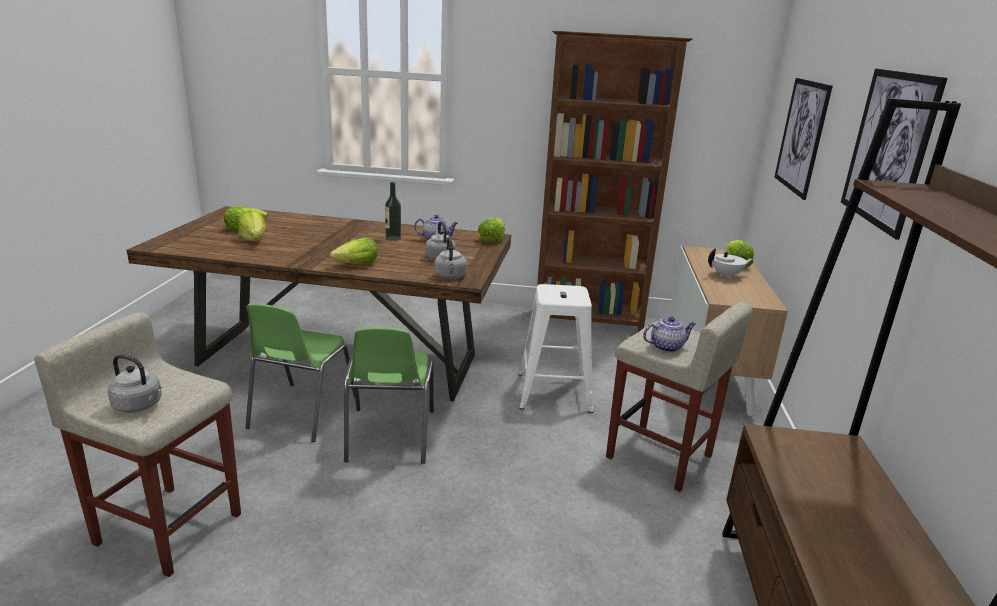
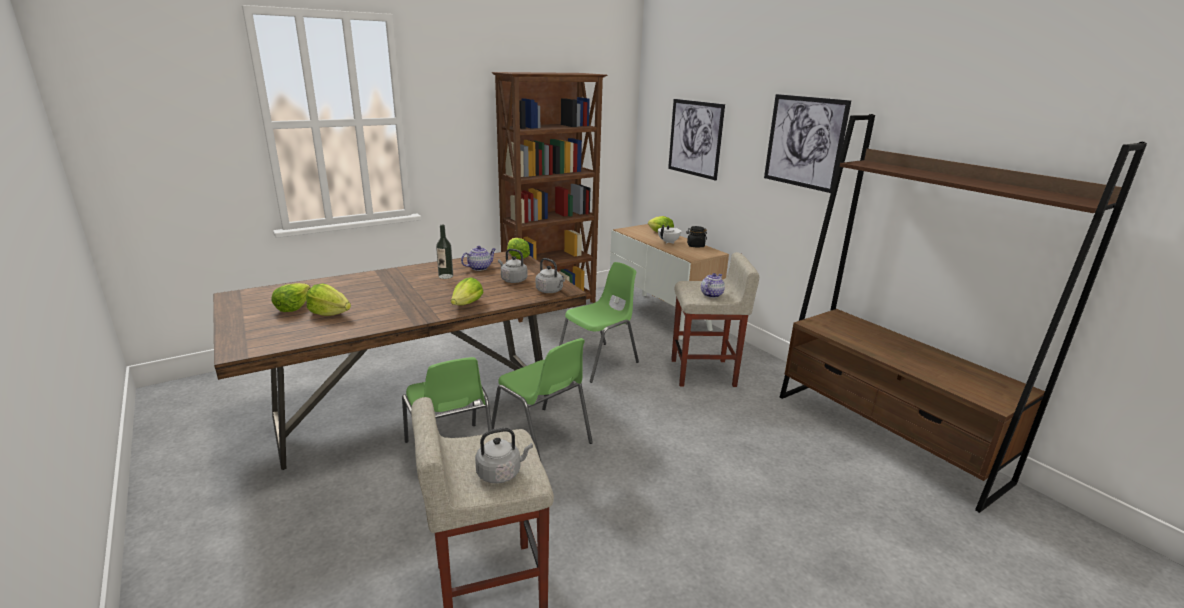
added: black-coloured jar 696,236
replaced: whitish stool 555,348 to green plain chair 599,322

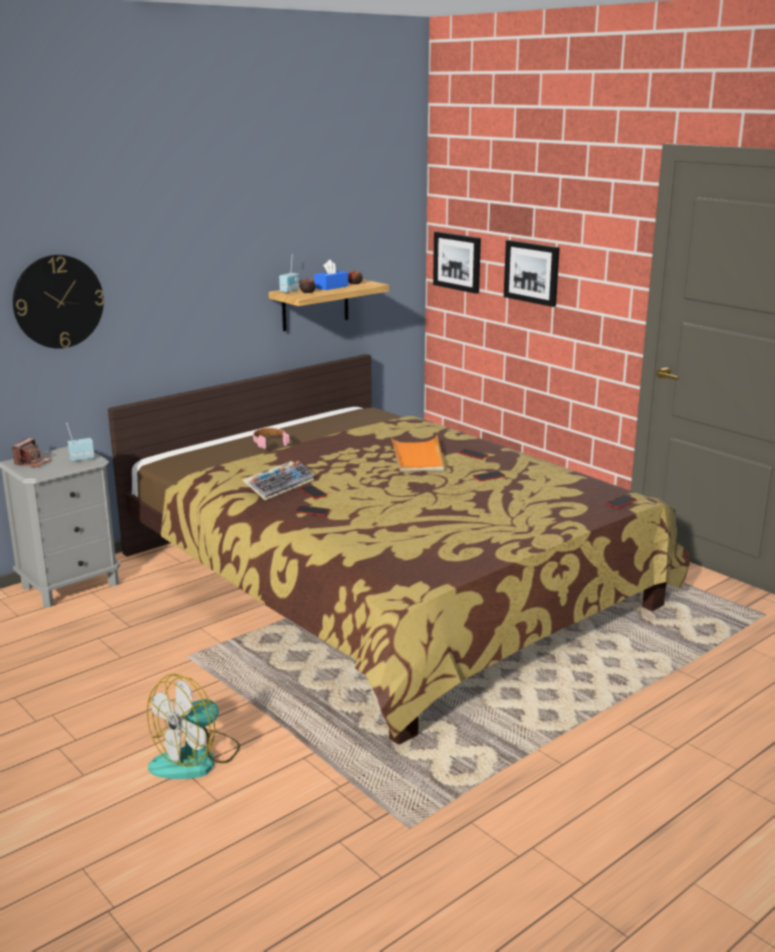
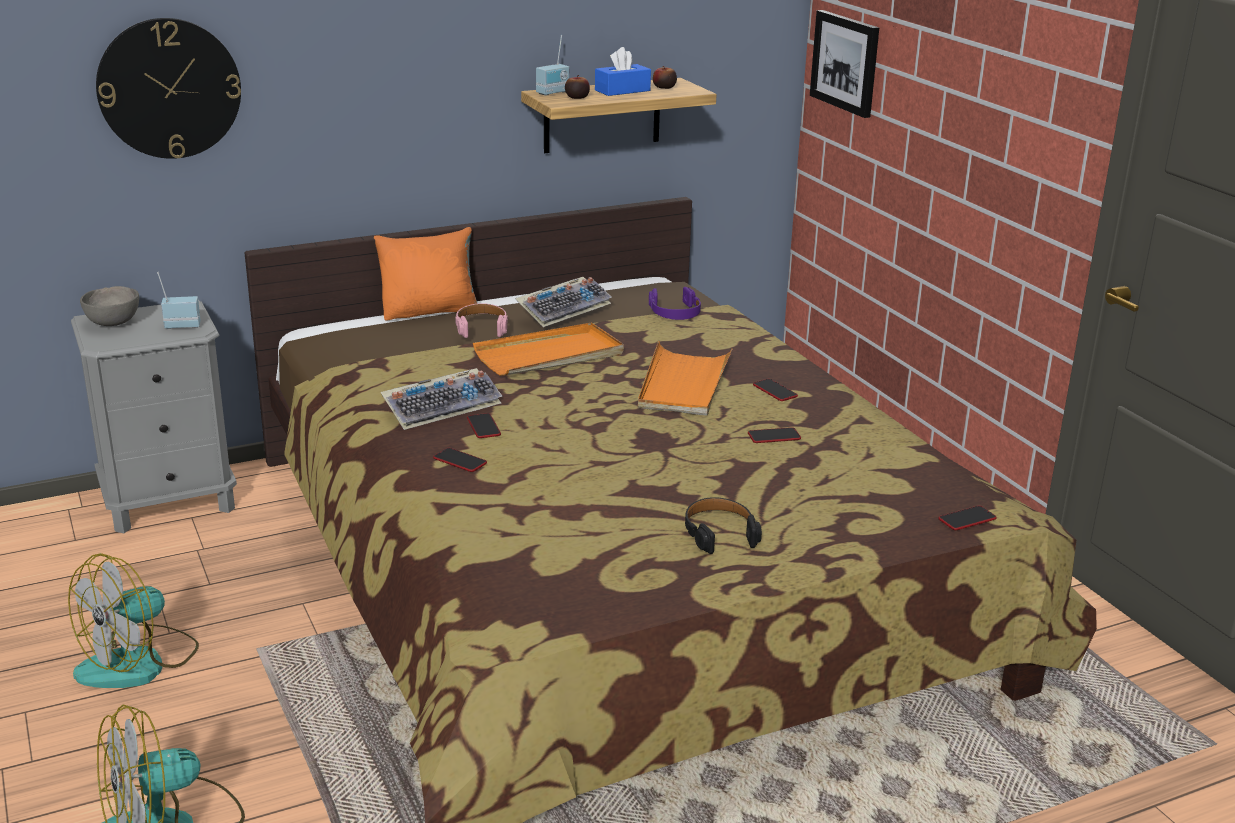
removed: wall picture 532,273
added: cooling fan 133,620; orangey cushion 426,274; orangey serving tray 548,349; keyboard 563,302; purple-coloured headphones 675,303; black-coloured headphones 723,525
replaced: photo camera 32,452 to grey bowl 109,306

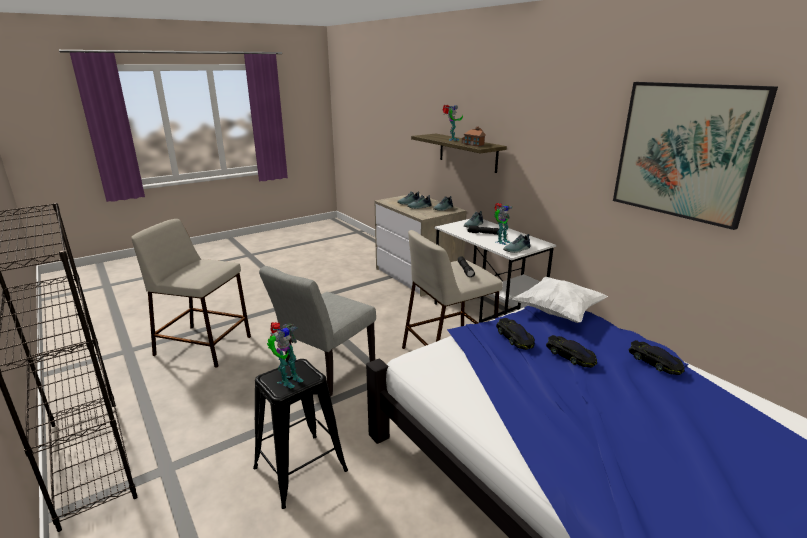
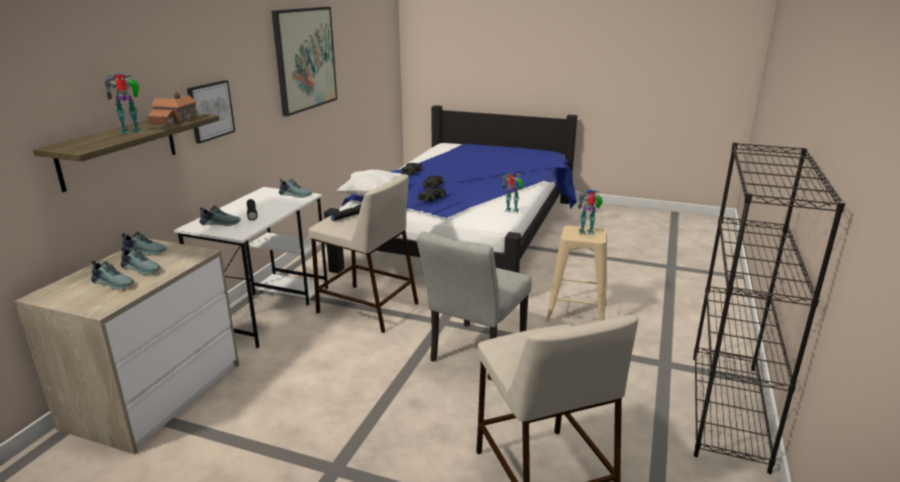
added: wall picture 211,111
moved: model robot 503,224 to 512,192
recoloured: black-coloured stool 300,434 to beige-coloured stool 576,273
turned: grey plain chair 317,331 = 474,306 120 degrees clockwise

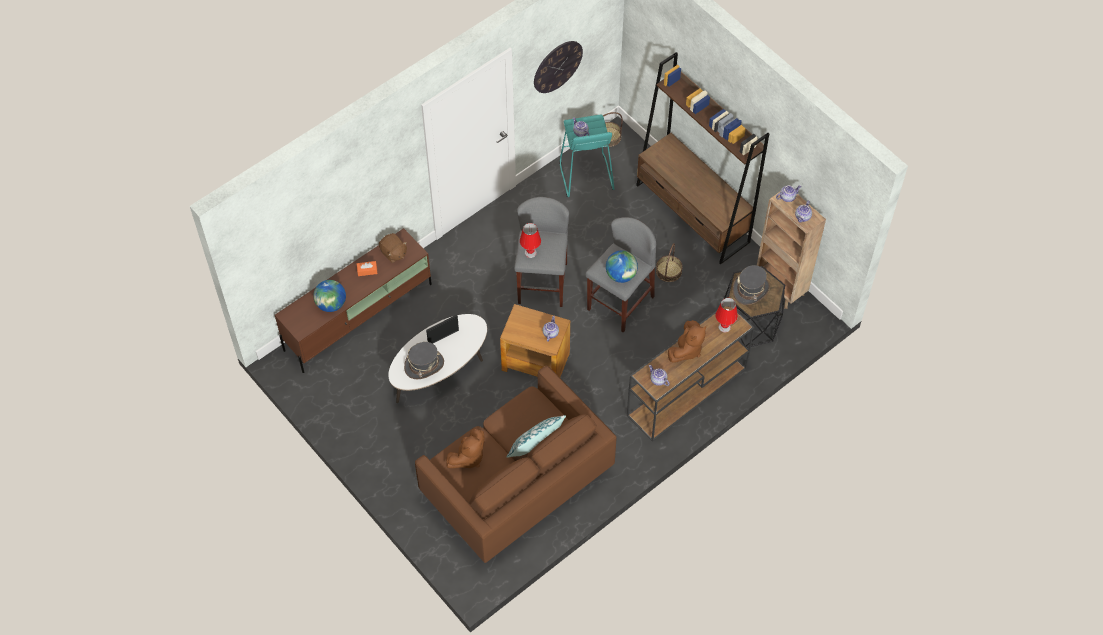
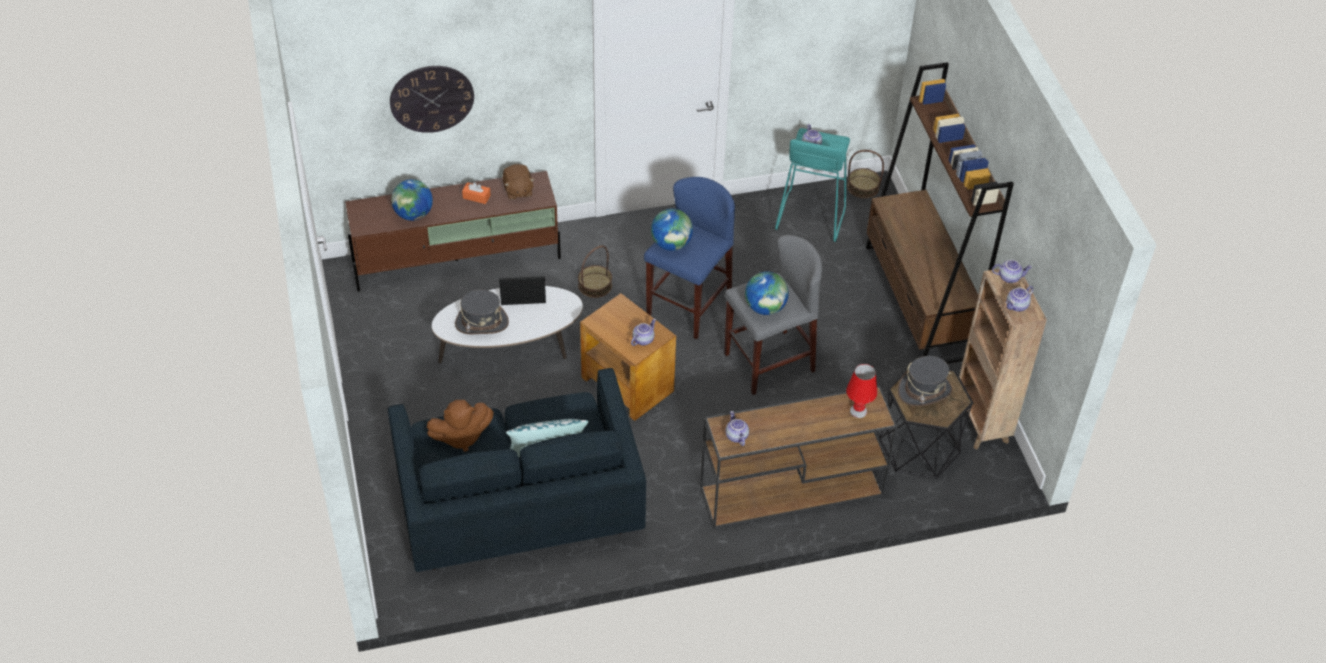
removed: brownish plush toy 687,341
moved: hanging clock 558,67 to 432,99; household basket 669,262 to 595,271
replaced: red-coloured tabletop lamp 530,240 to world globe 672,230
recoloured: brownish couch 515,464 to bluish couch 517,470; grey stool 541,252 to bluish stool 689,258

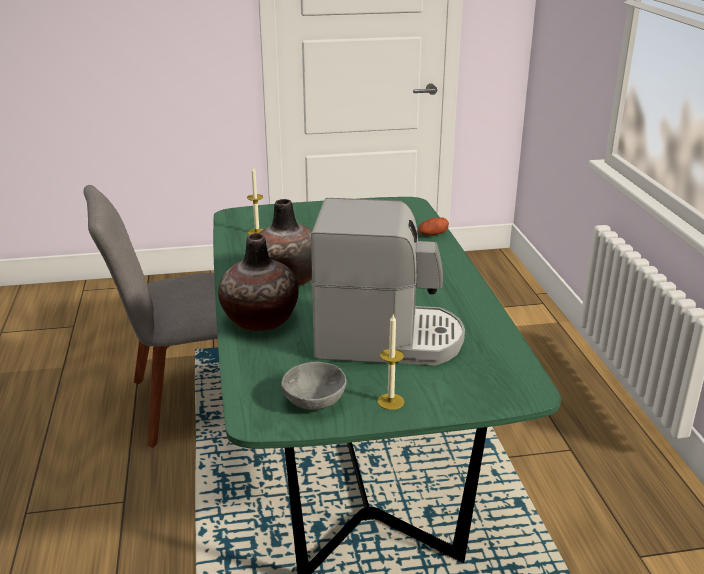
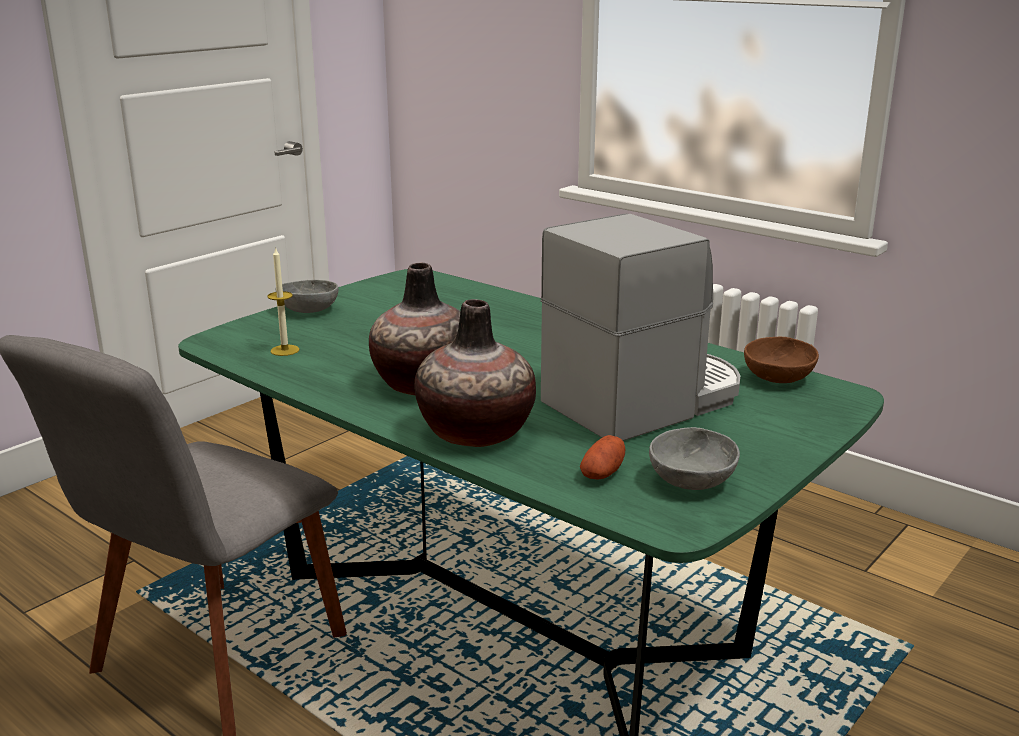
removed: wax light 390,362
added: grey bowl 310,296; brownish bowl 781,360
moved: spud 433,226 to 602,457

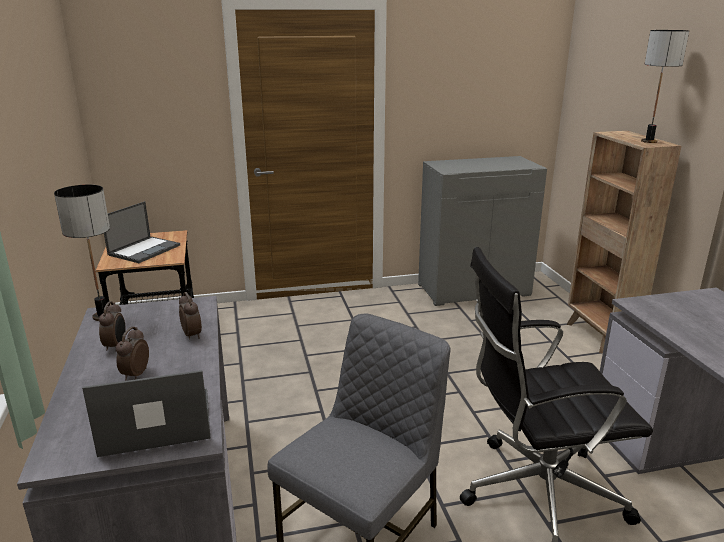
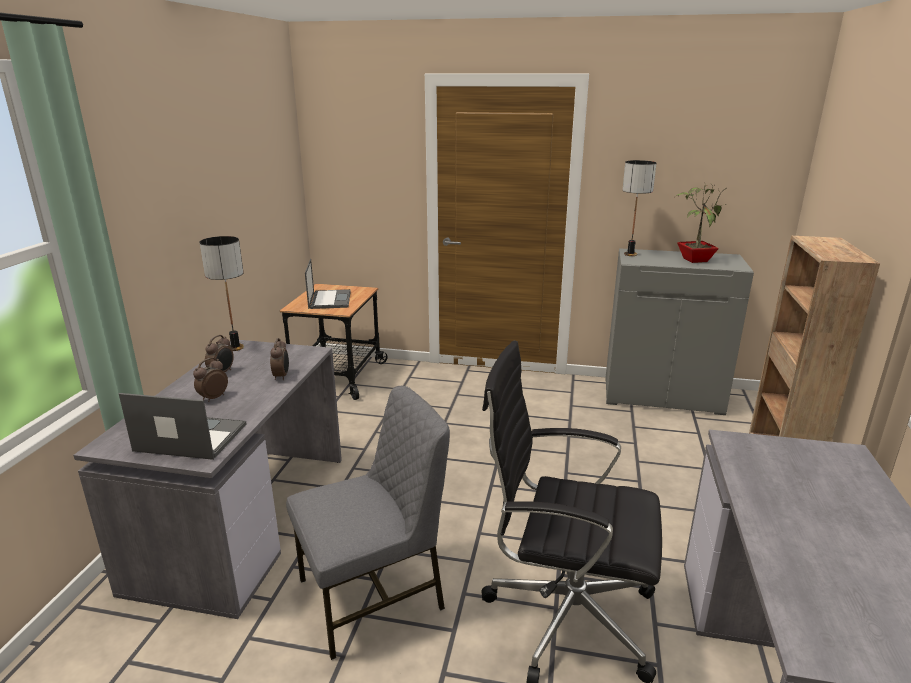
added: potted plant 701,223
moved: tabletop lamp 665,86 to 639,208
turned: notebook computer 142,232 = 328,284 60 degrees counterclockwise

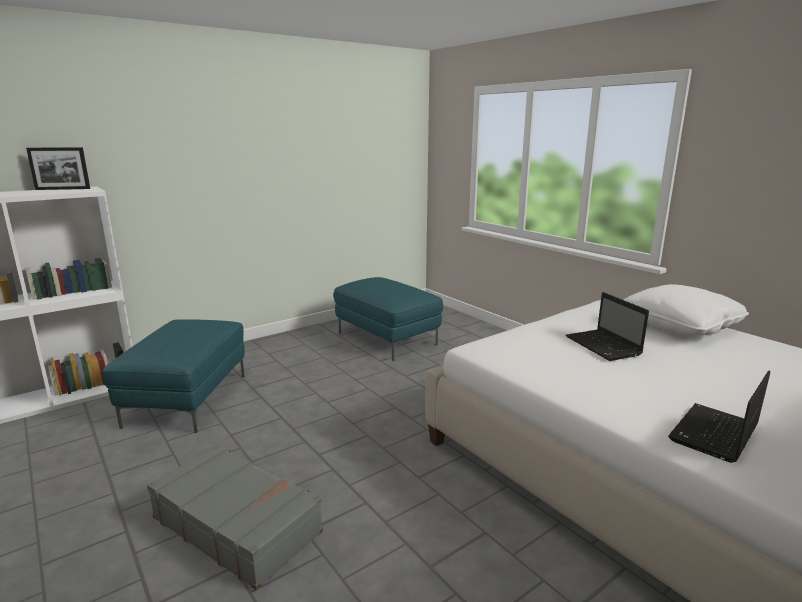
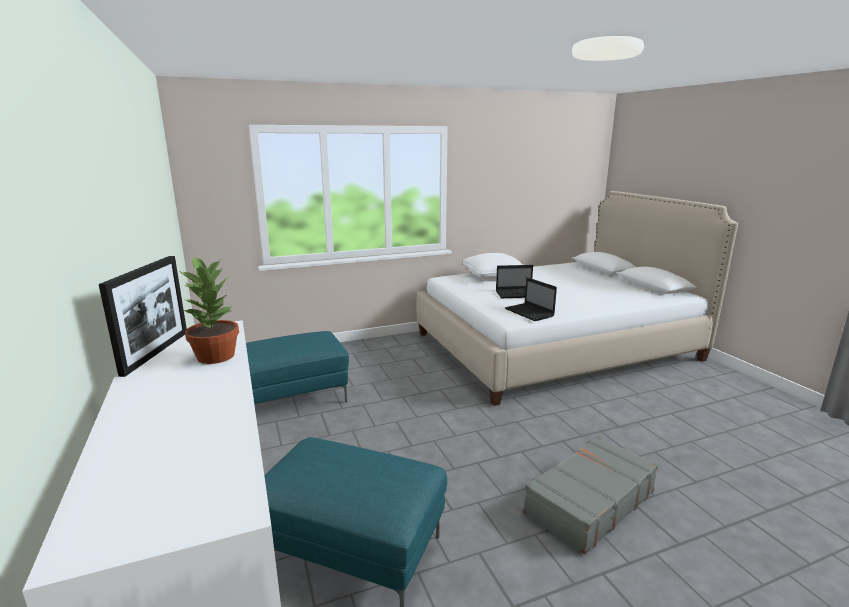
added: potted plant 209,310
moved: notebook computer 719,416 to 531,299

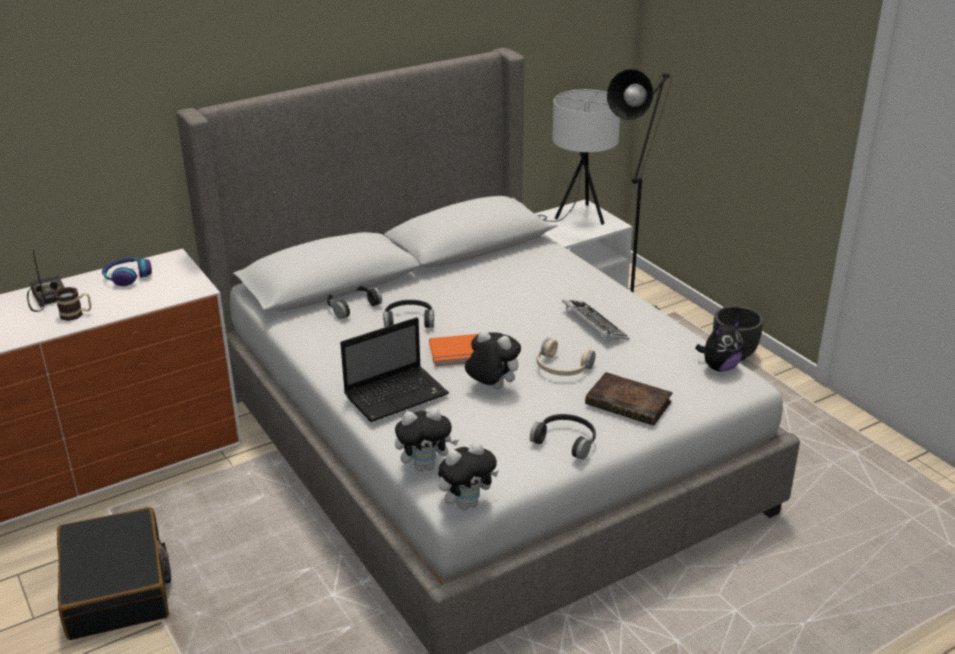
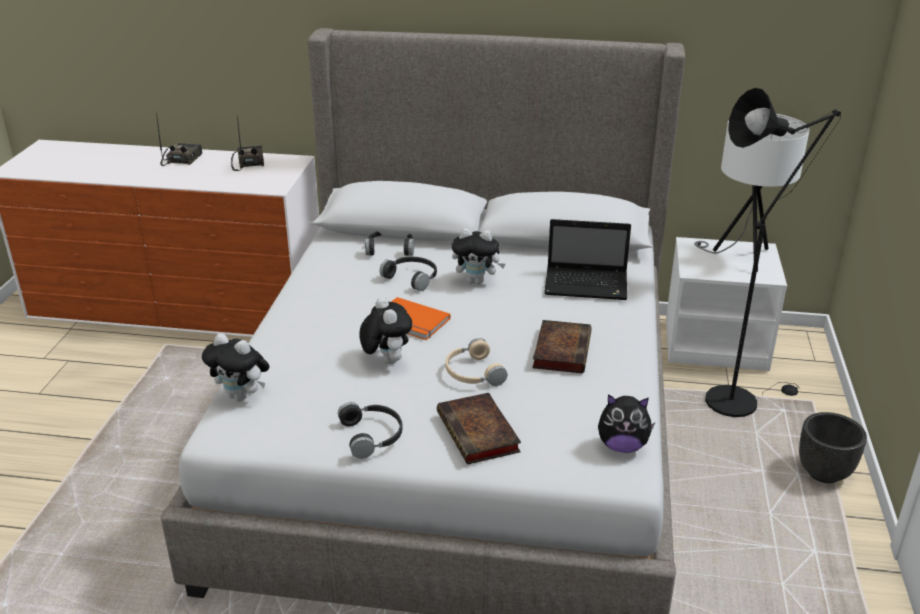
removed: mug 72,304; black-coloured travel case 114,573
moved: plush toy 468,475 to 478,256; notebook computer 394,369 to 587,259
replaced: headphones 127,272 to radio 247,143; keyboard 595,319 to bound book 562,347

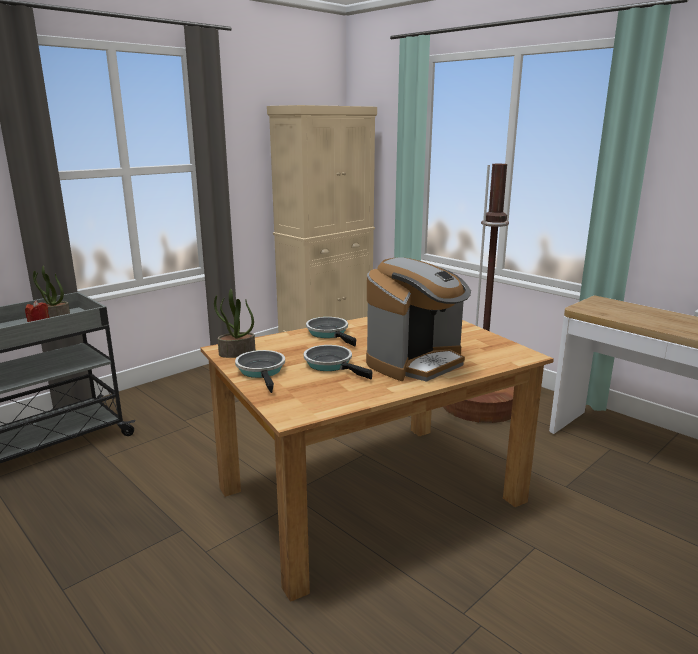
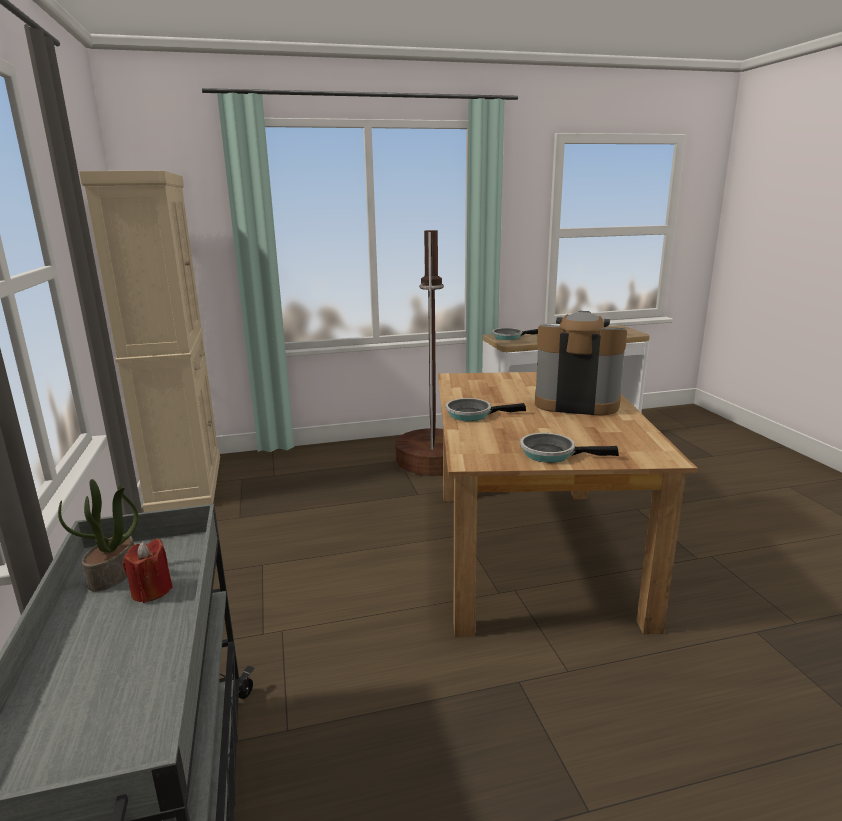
removed: potted plant 235,323
moved: skillet 338,362 to 515,334
turned: coffee maker 418,319 = 581,363 60 degrees counterclockwise

